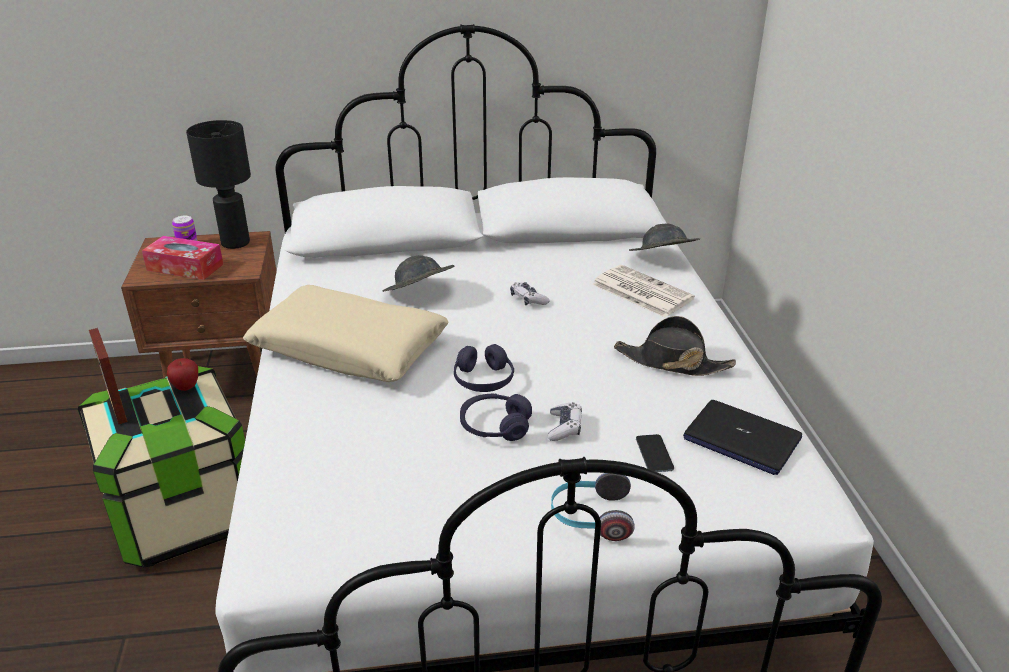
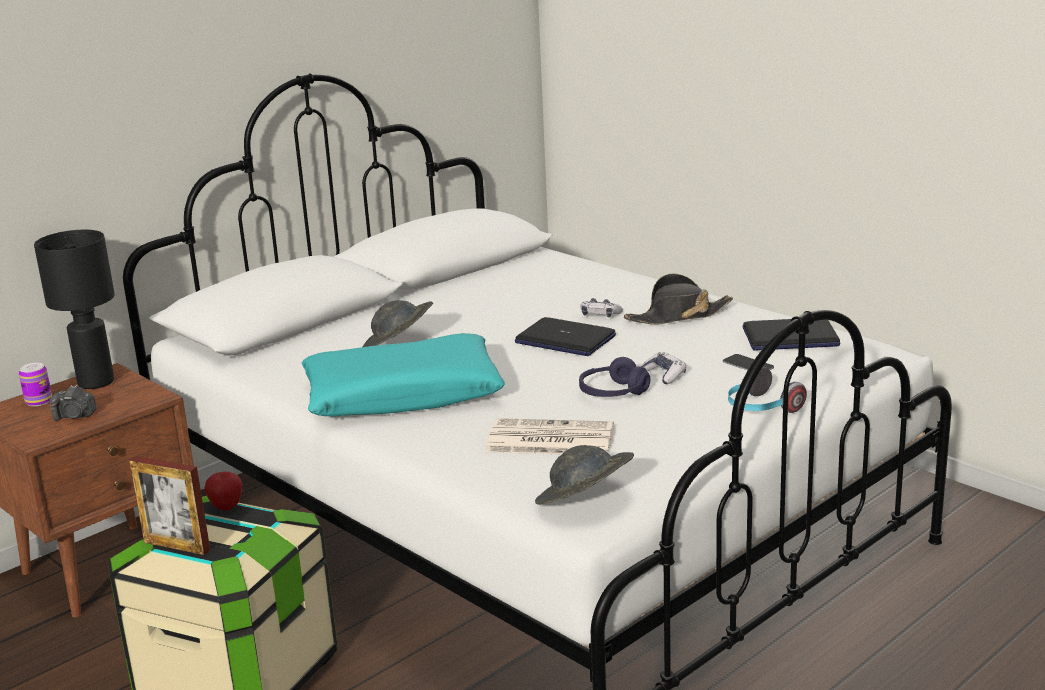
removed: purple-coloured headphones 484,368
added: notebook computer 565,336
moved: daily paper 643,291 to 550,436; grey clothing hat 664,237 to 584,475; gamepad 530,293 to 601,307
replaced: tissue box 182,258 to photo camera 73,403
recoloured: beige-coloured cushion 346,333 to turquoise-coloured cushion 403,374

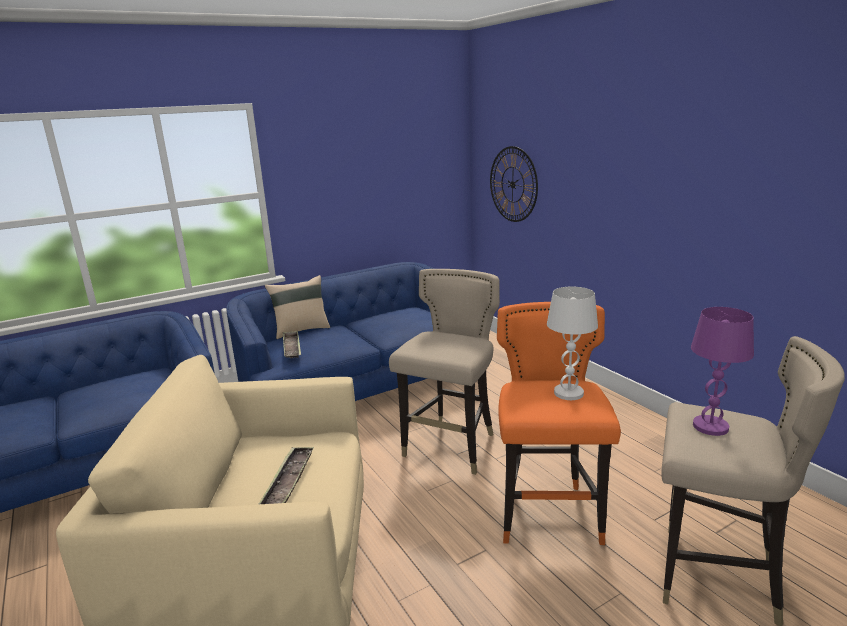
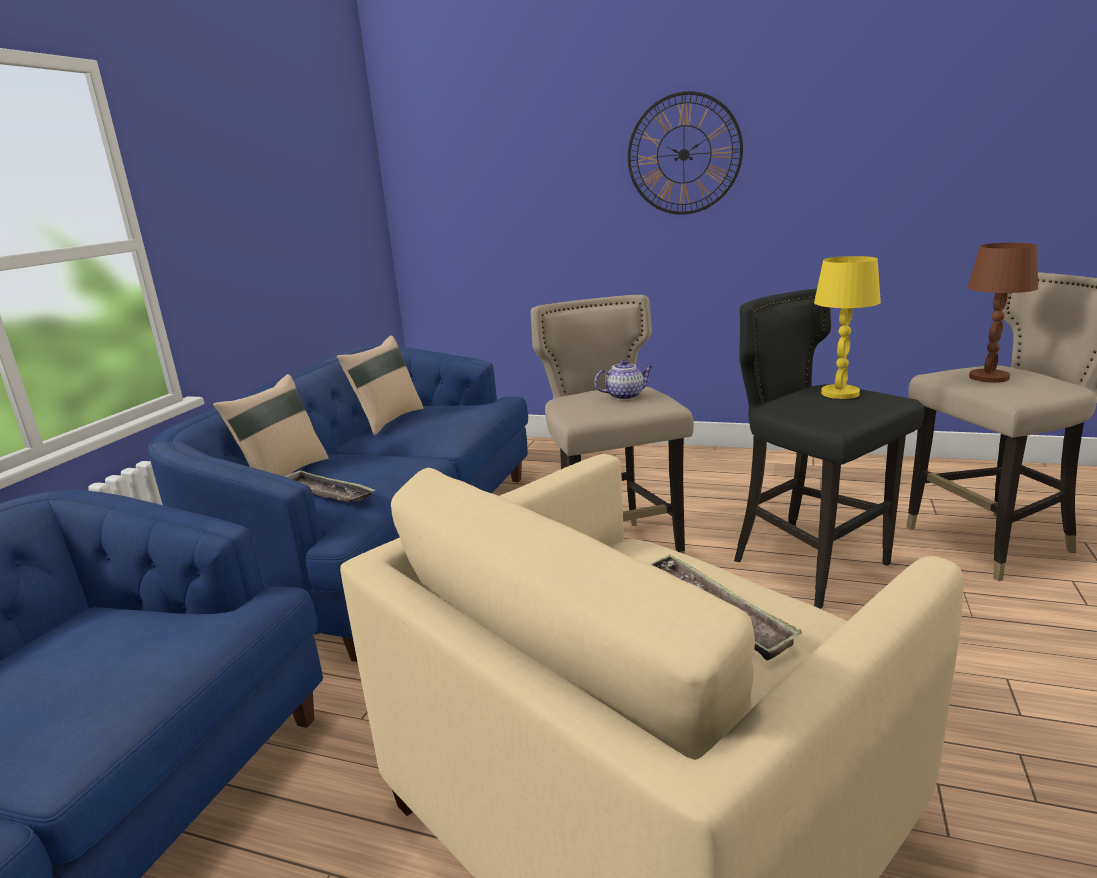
added: beige-coloured cushion 380,385; tea pot 624,380
moved: hanging clock 514,184 to 685,153
recoloured: orangey stool 559,423 to black-coloured stool 829,449; whitish tabletop lamp 572,343 to yellow-coloured tabletop lamp 847,327; purple-coloured tabletop lamp 722,371 to brownish tabletop lamp 1003,313

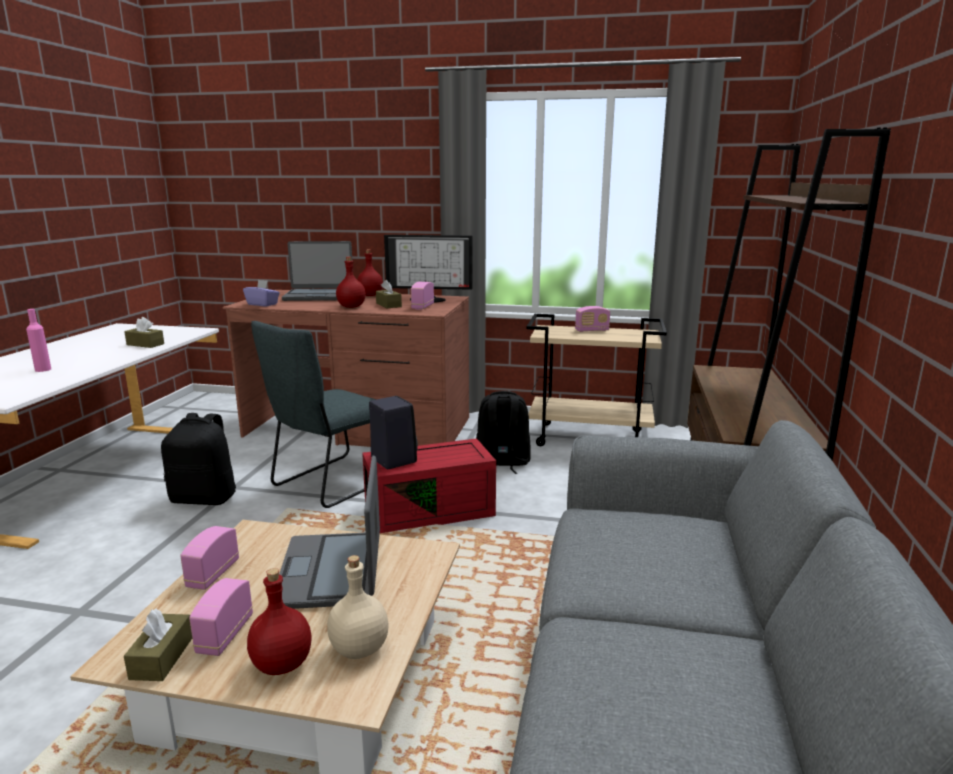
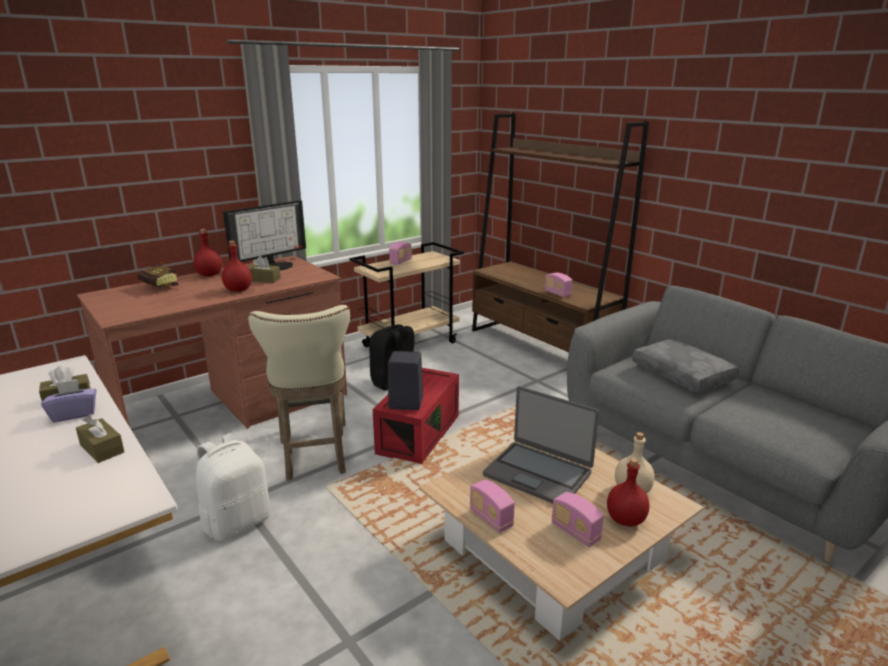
removed: pink bottle 38,340
added: grey cushion 685,366
moved: purple-coloured tissue box 261,293 to 69,401; brownish tissue box 158,645 to 100,438; radio 422,296 to 558,285
replaced: notebook computer 317,271 to bound book 158,277; grey plain chair 314,414 to beige-coloured stool 299,392
recoloured: black-coloured backpack 198,459 to whitish backpack 233,487

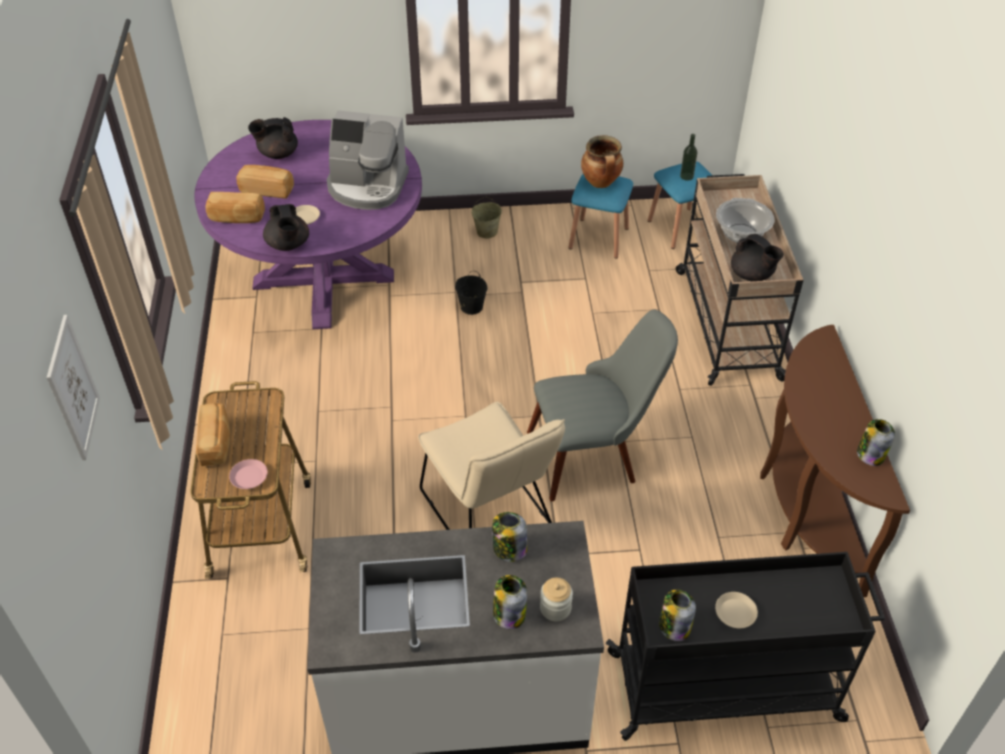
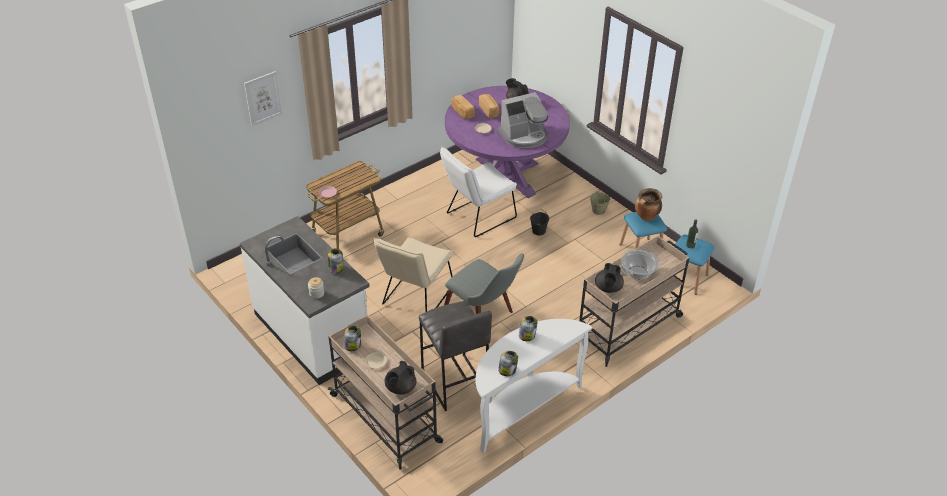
removed: bakery bread 213,434
added: grey stool 455,356; whitish plain chair 478,192
moved: black-coloured tea pot 286,227 to 401,377; jar 510,602 to 528,328
recoloured: black-coloured wheeled cart 745,646 to beige-coloured wheeled cart 385,392; brownish console table 835,461 to whitish console table 534,386
turned: coffee maker 368,160 = 523,120 90 degrees counterclockwise

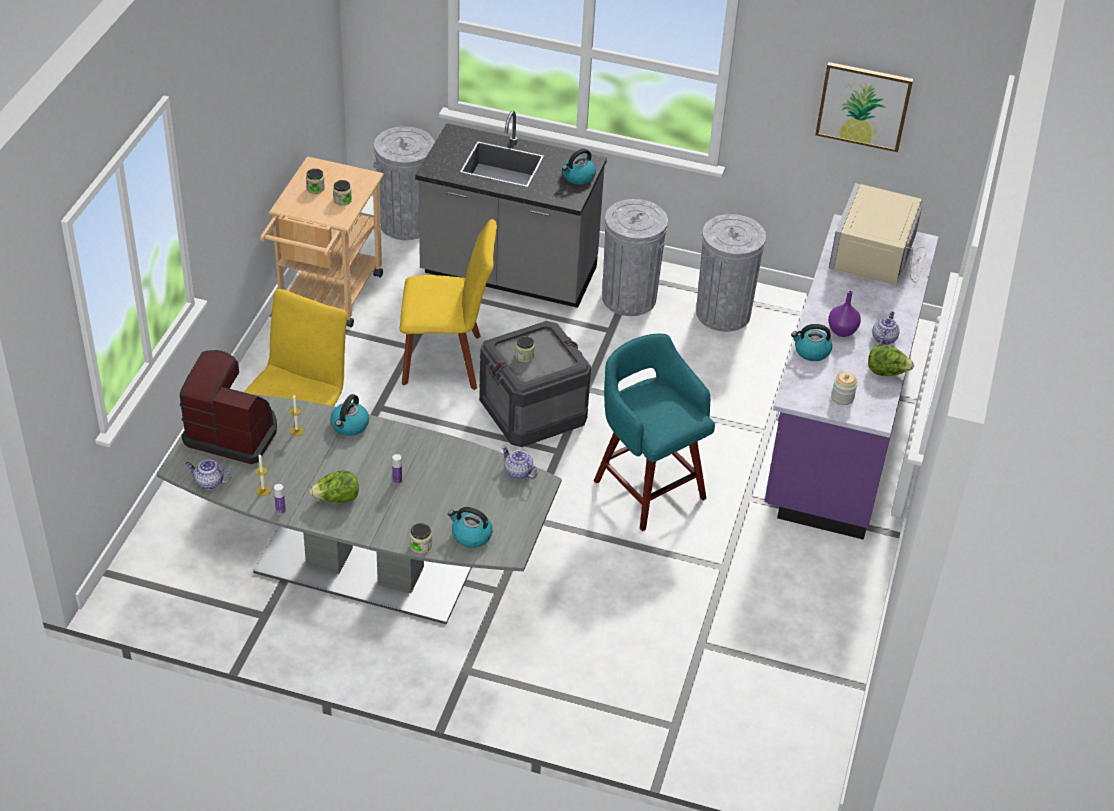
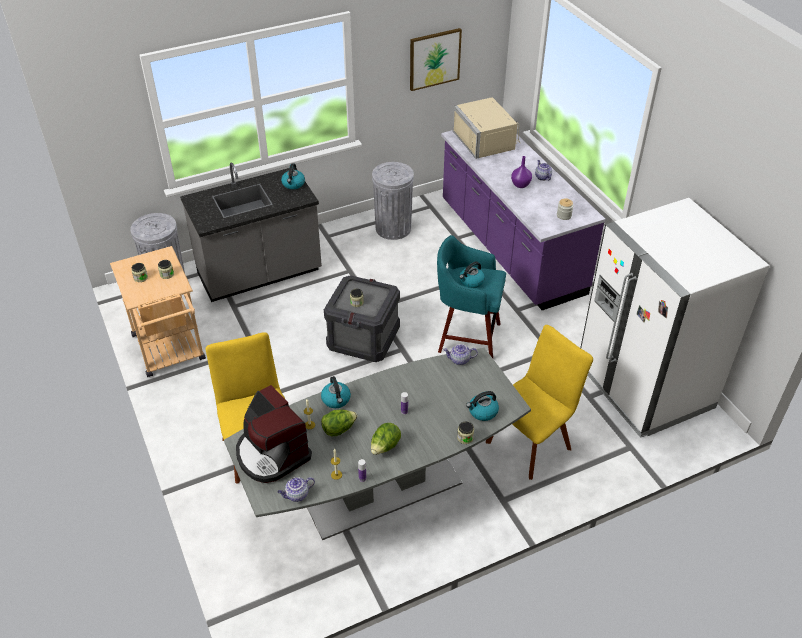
removed: grey waste bin 635,257
added: whitish fridge 674,318
moved: lettuce head 891,360 to 339,423; kettle 811,342 to 472,275; yellow-coloured plain chair 448,304 to 539,402
turned: coffee maker 228,407 = 274,434 105 degrees counterclockwise

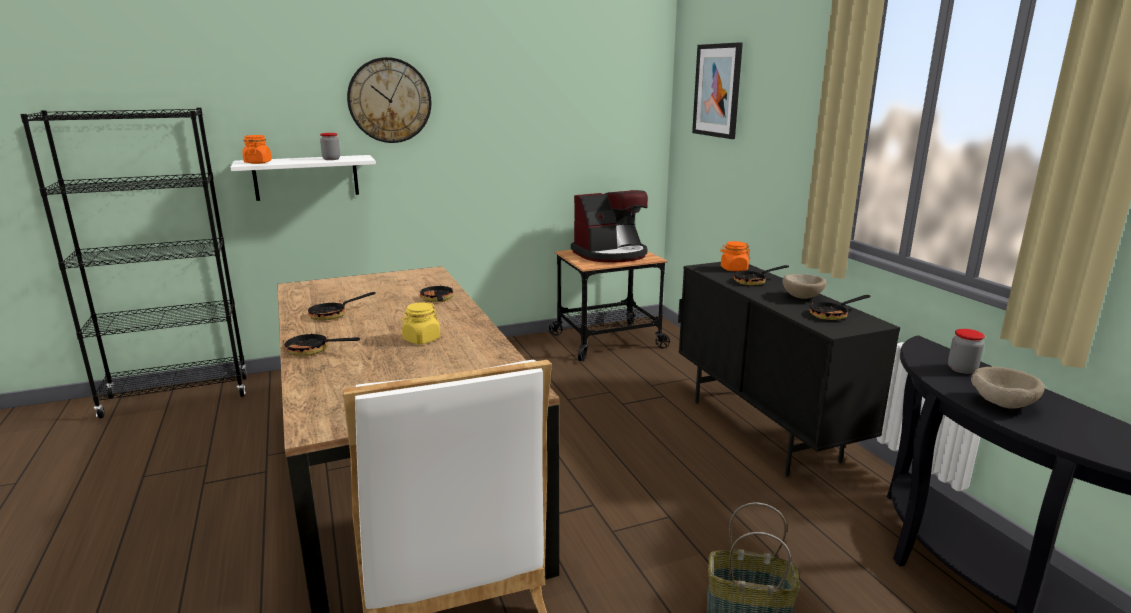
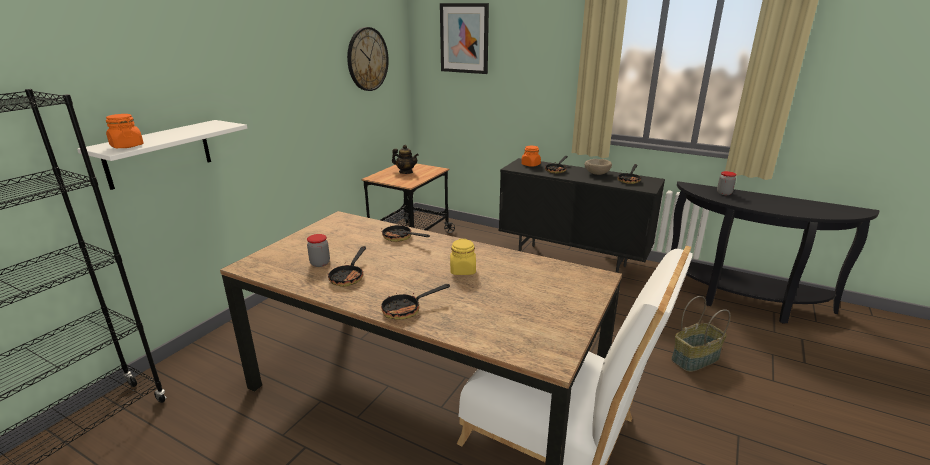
removed: beige-coloured bowl 1008,388
moved: jar 330,146 to 318,250; hanging clock 389,100 to 368,59
replaced: coffee maker 609,226 to tea pot 405,159

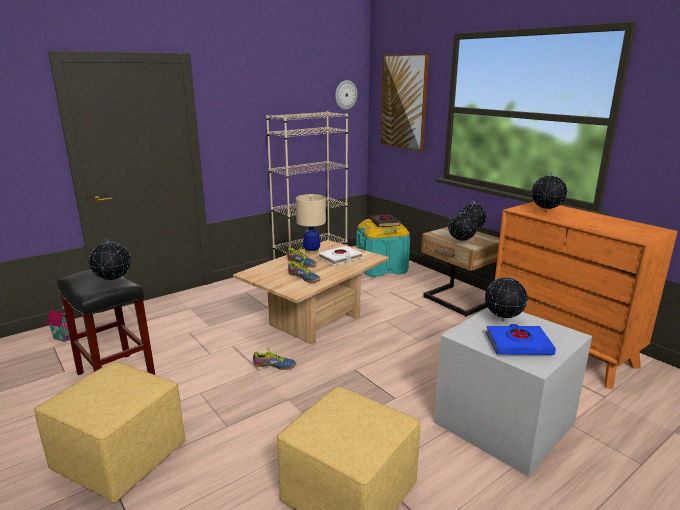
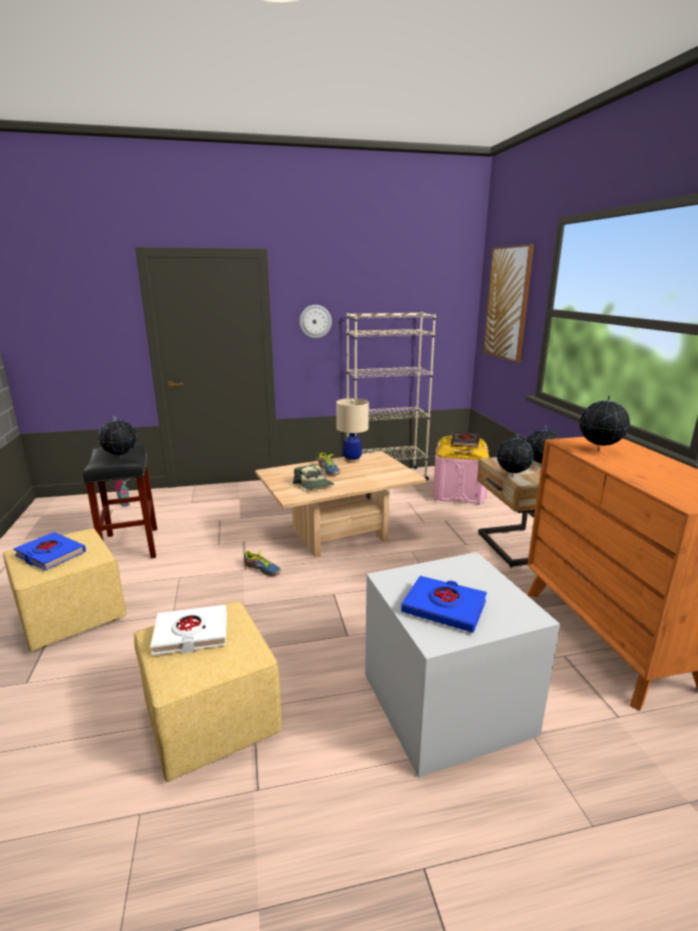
removed: world globe 506,297
added: bluish bound book 49,551
moved: whitish bound book 340,255 to 188,630; hanging clock 346,95 to 315,322
replaced: shoe 304,272 to baseball cap 313,477
recoloured: turquoise-coloured storage bin 383,248 to pink storage bin 461,470

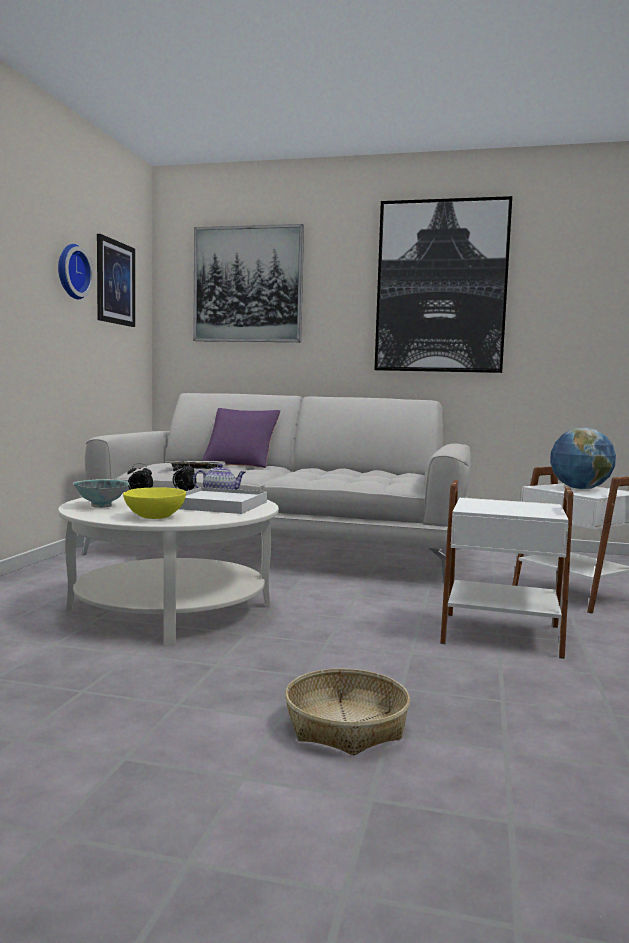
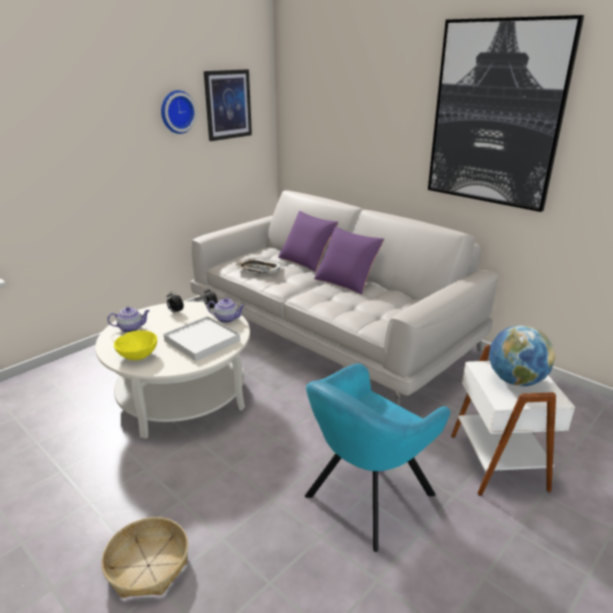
removed: wall picture 248,283
added: purple-coloured cushion 349,260
replaced: bowl 101,493 to tea pot 129,319; whitish side table 506,569 to turquoise-coloured easy chair 377,457

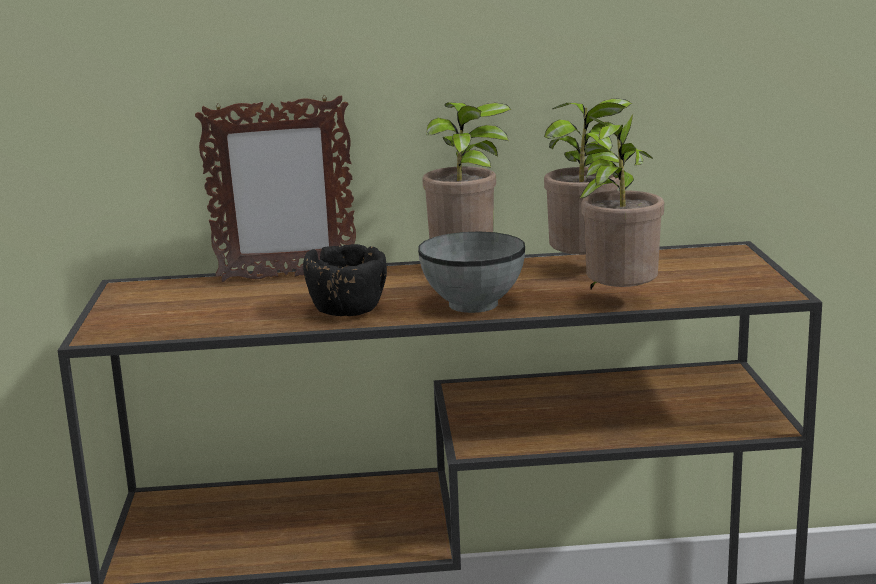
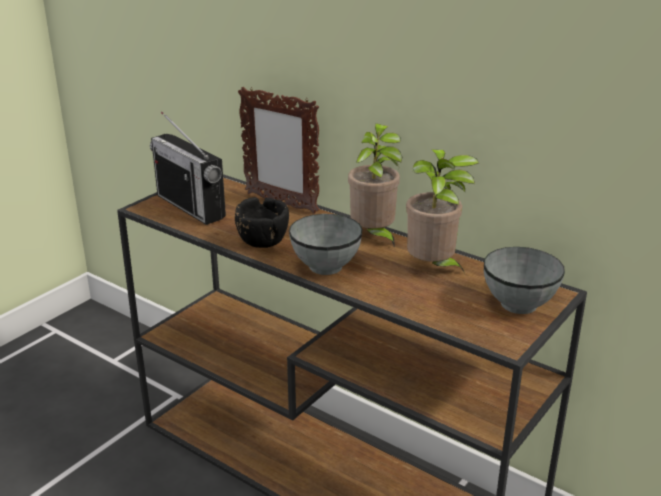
removed: potted plant 622,201
added: radio 188,168; grey bowl 524,280

